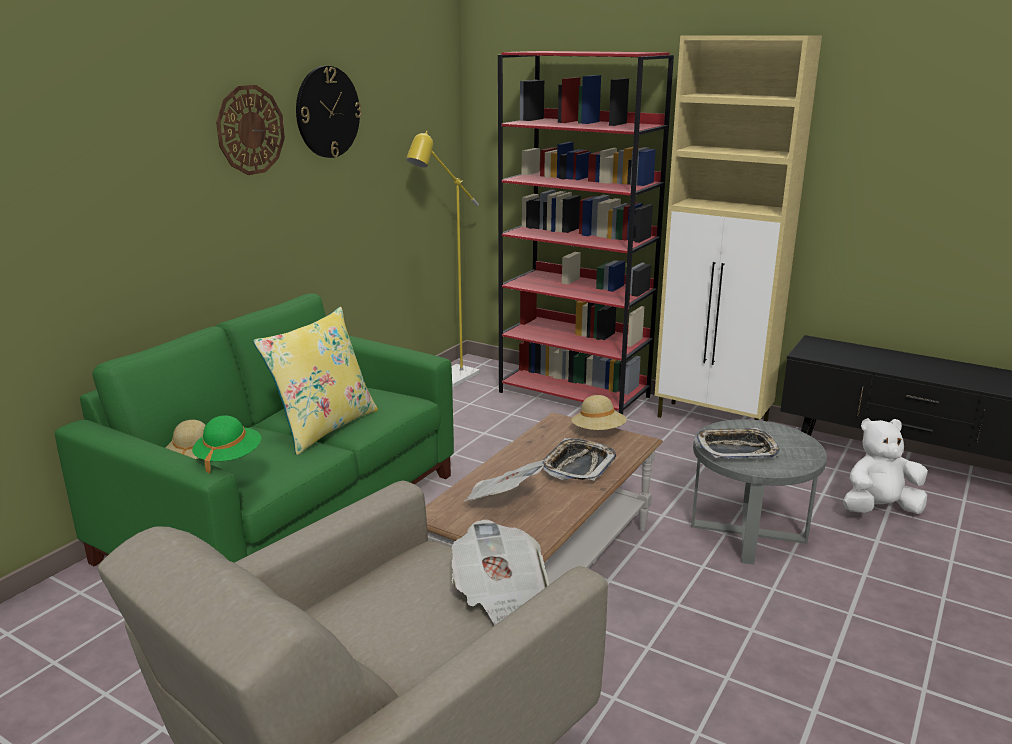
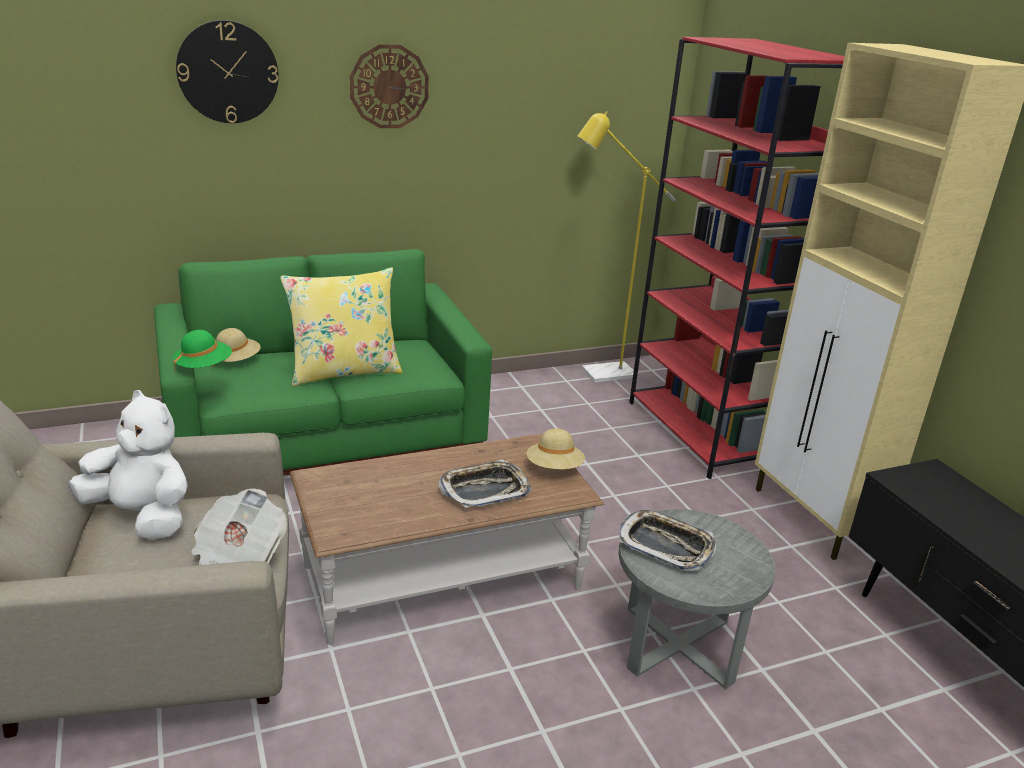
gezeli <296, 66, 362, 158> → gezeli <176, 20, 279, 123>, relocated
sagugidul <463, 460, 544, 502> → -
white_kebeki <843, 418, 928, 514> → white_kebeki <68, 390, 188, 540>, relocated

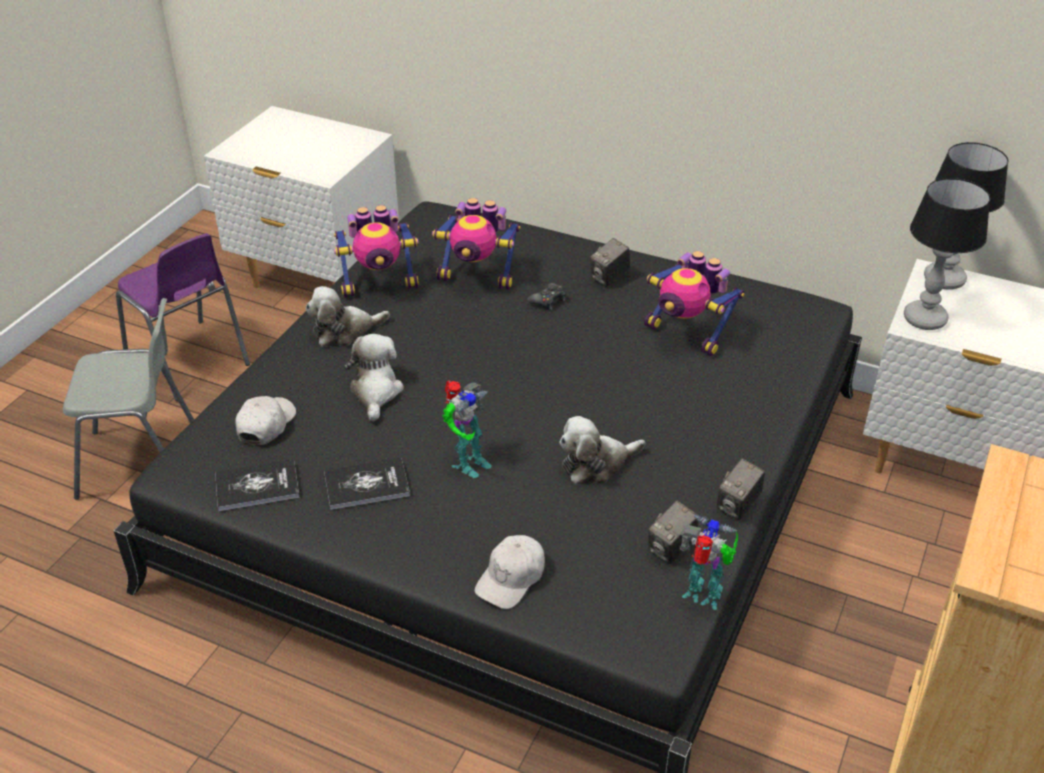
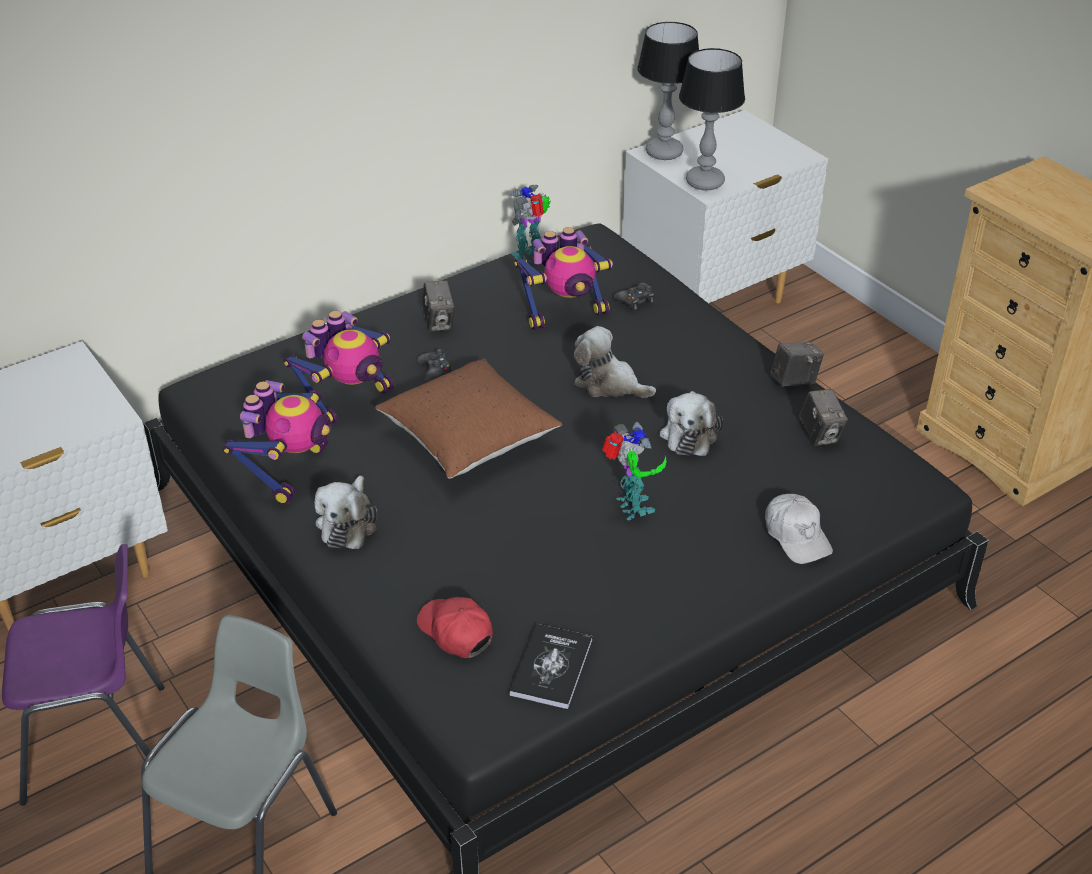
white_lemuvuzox <235, 396, 296, 445> → red_lemuvuzox <417, 597, 493, 658>
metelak <324, 458, 410, 510> → -
kebeki <344, 334, 404, 422> → kebeki <574, 326, 656, 398>, relocated
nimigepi <680, 515, 738, 610> → nimigepi <509, 184, 551, 263>, relocated
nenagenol <717, 459, 765, 520> → nenagenol <770, 342, 824, 386>, 90 degrees counterclockwise
- → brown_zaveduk <375, 358, 562, 479>
- → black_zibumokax <613, 283, 654, 310>

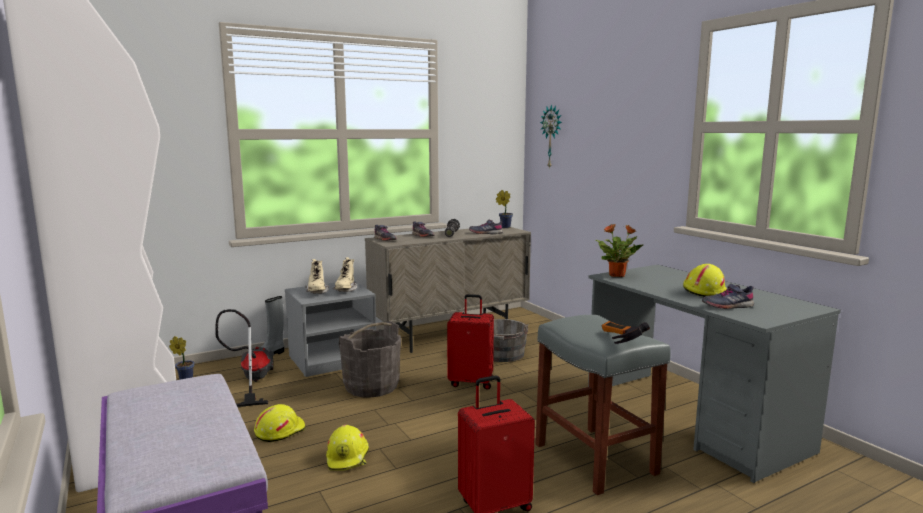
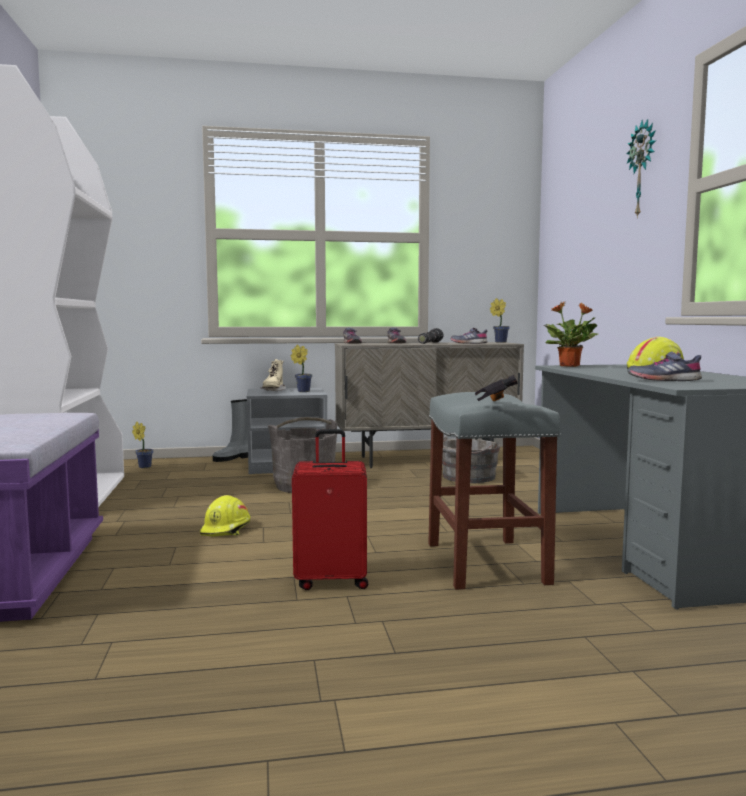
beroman <215, 309, 274, 407> → -
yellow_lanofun <254, 404, 306, 442> → -
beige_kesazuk <333, 257, 357, 292> → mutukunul <291, 345, 312, 392>
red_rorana <447, 294, 494, 390> → -
gezeli <540, 104, 562, 169> → gezeli <627, 119, 656, 218>, relocated

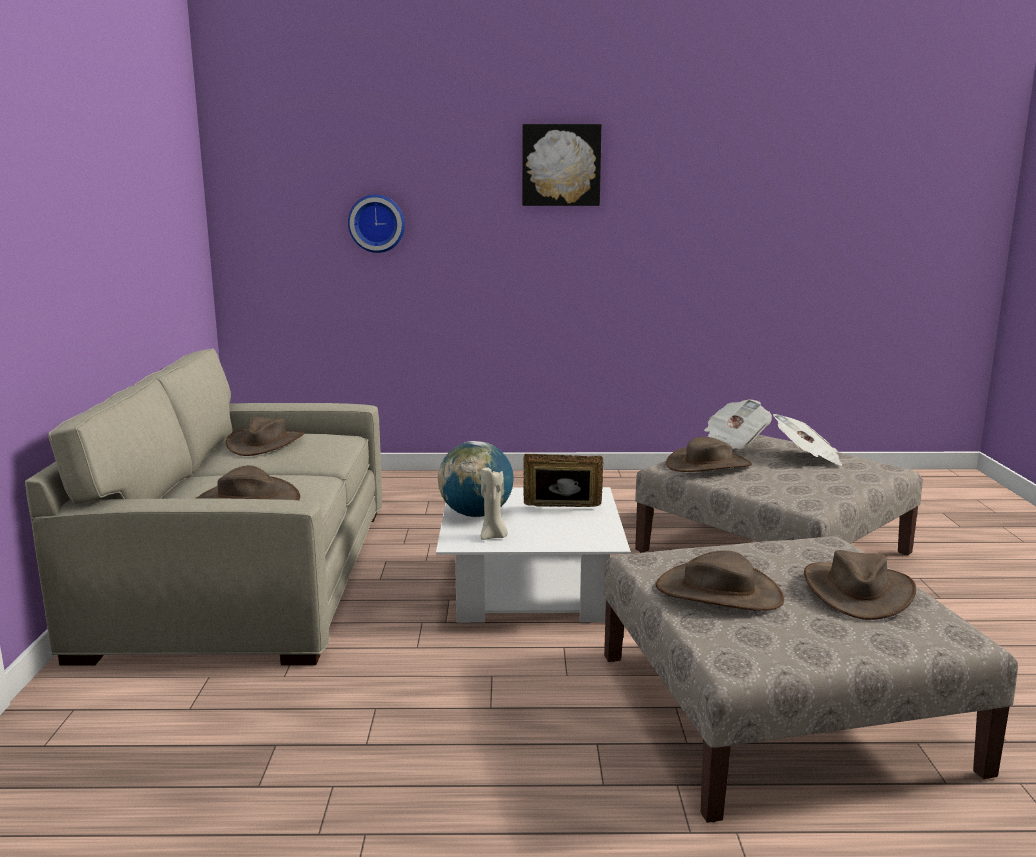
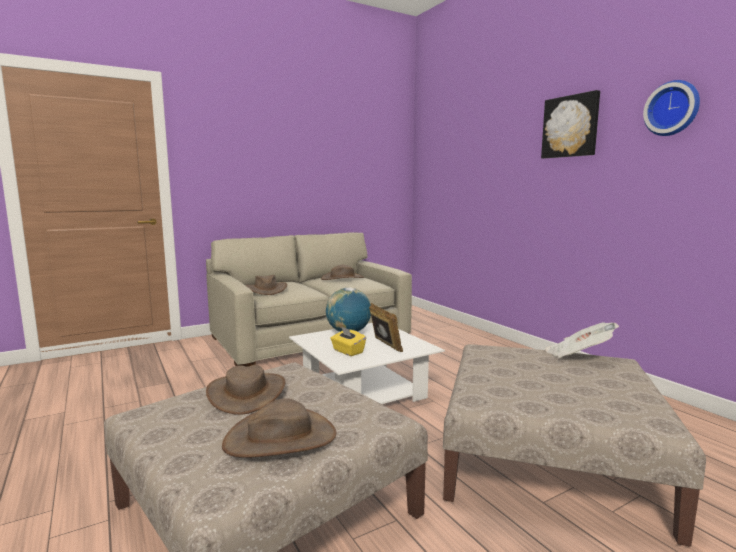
gezeli <348, 195, 405, 253> → gezeli <643, 80, 700, 136>, relocated
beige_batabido <480, 467, 508, 540> → -
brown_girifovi <666, 437, 752, 472> → -
sagugidul <773, 414, 842, 466> → -
- → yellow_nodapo <330, 326, 366, 356>

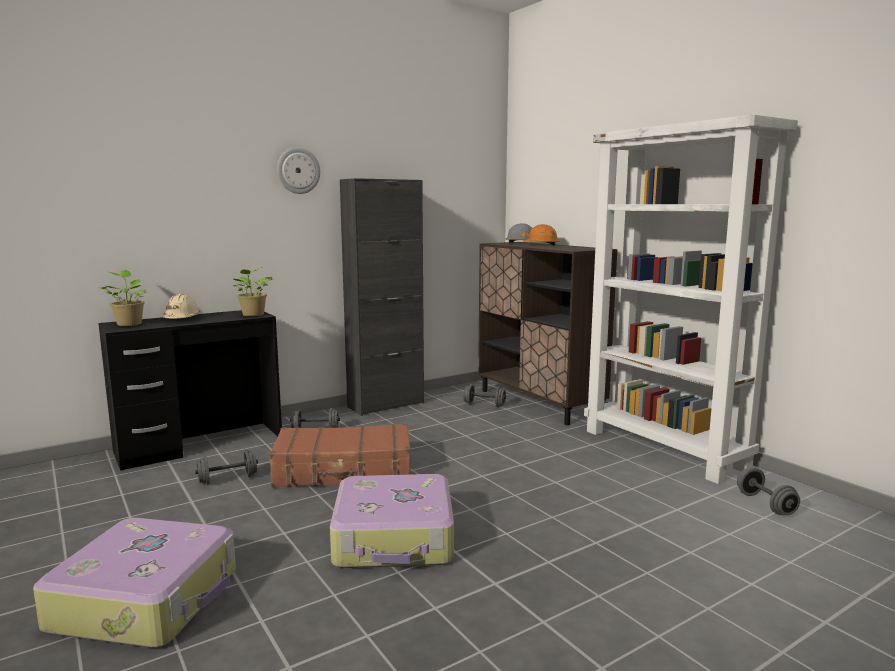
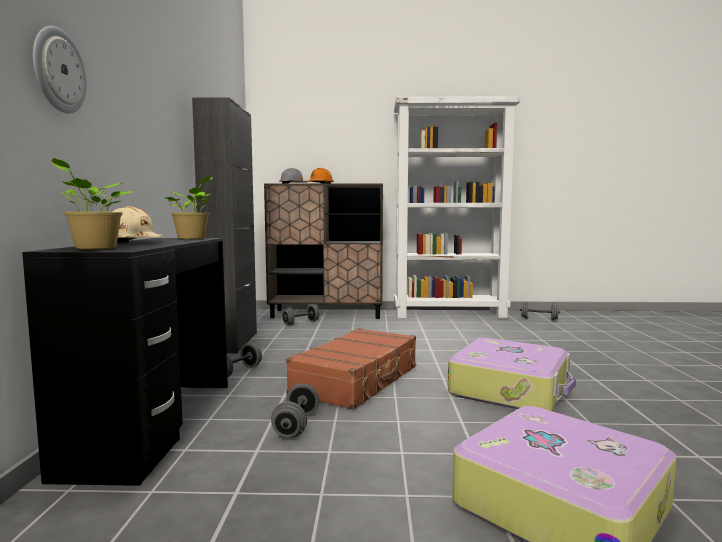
gezeli <277, 147, 320, 194> → gezeli <33, 26, 87, 114>, relocated

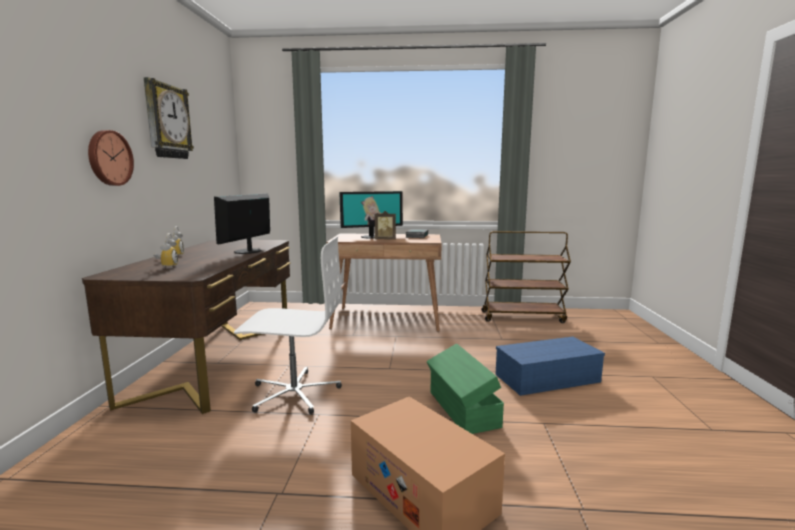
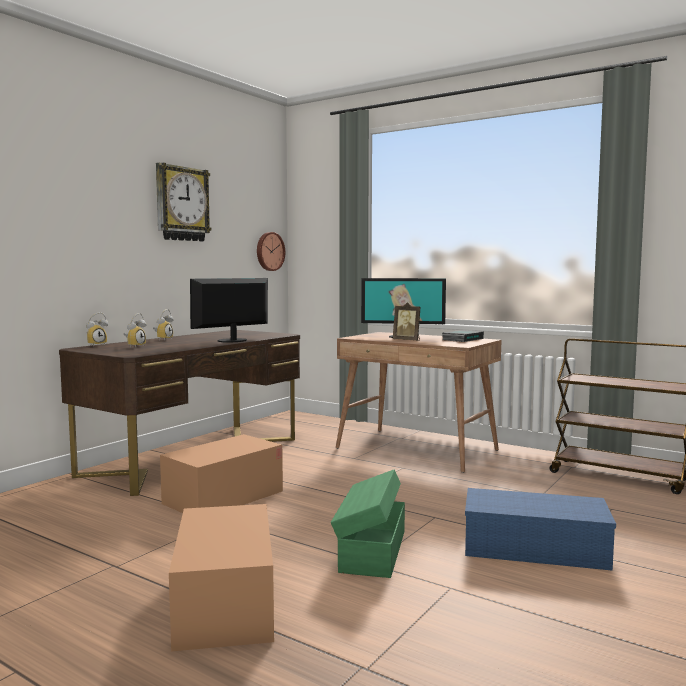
gezeli <88, 130, 134, 186> → gezeli <257, 232, 285, 271>, relocated
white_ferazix <234, 236, 342, 414> → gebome <160, 434, 283, 513>
- → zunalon <86, 312, 108, 346>

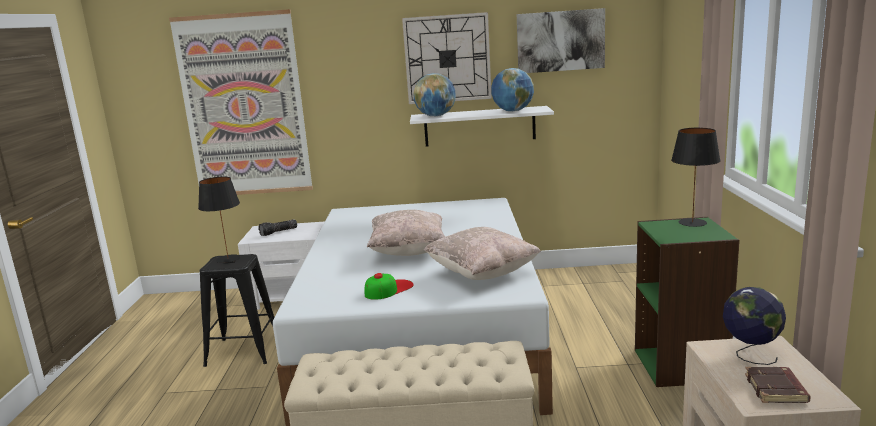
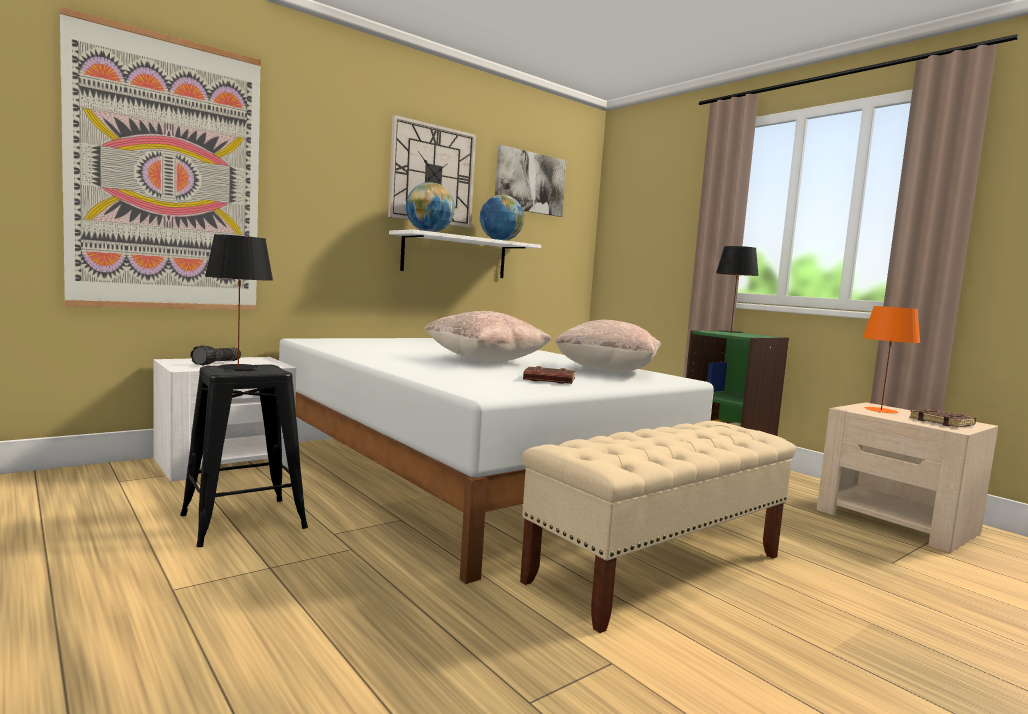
lemuvuzox <365, 273, 414, 300> → brown_metelak <523, 366, 575, 384>
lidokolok <723, 287, 786, 365> → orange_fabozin <862, 306, 921, 413>

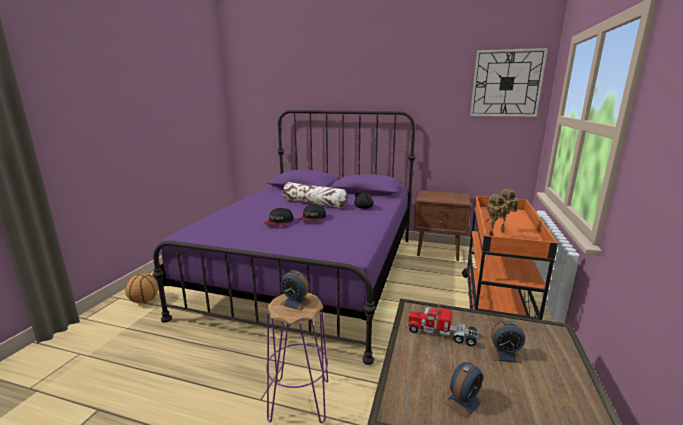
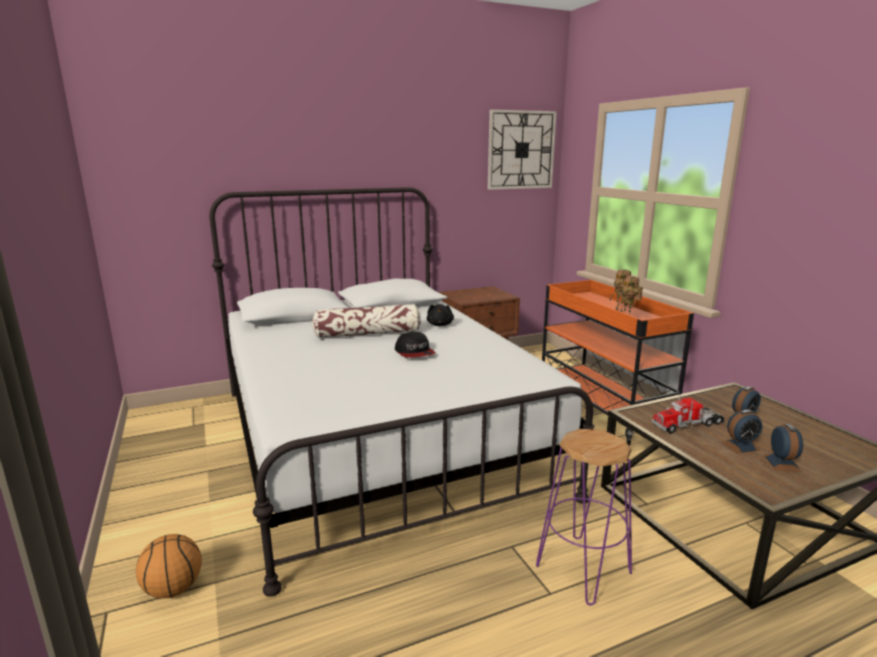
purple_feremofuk <153, 110, 415, 365> → white_feremofuk <209, 187, 594, 597>
lemuvuzox <264, 208, 293, 226> → -
zunalon <280, 270, 311, 311> → zunalon <721, 410, 762, 453>, relocated

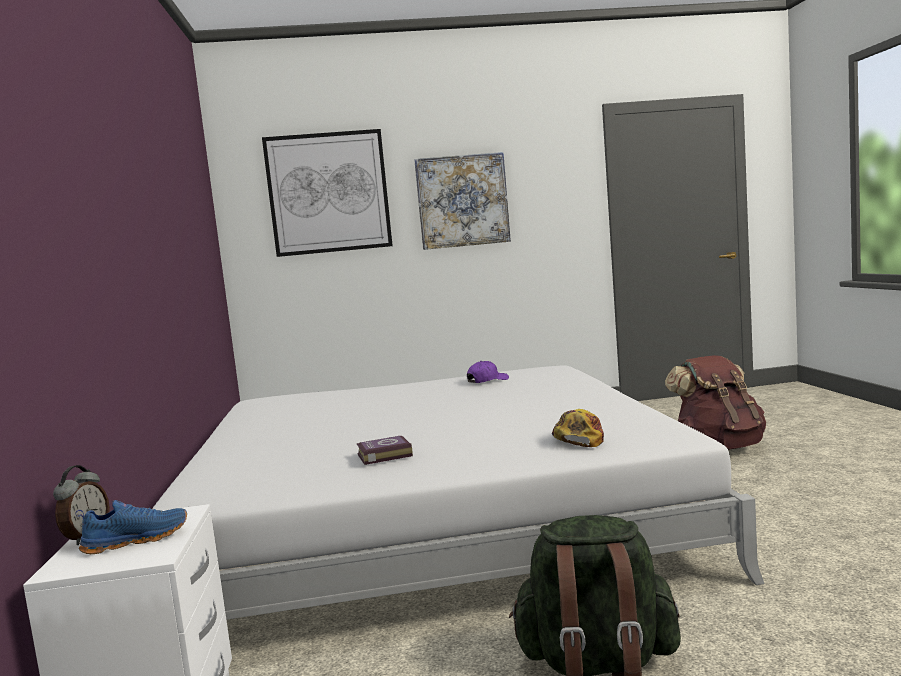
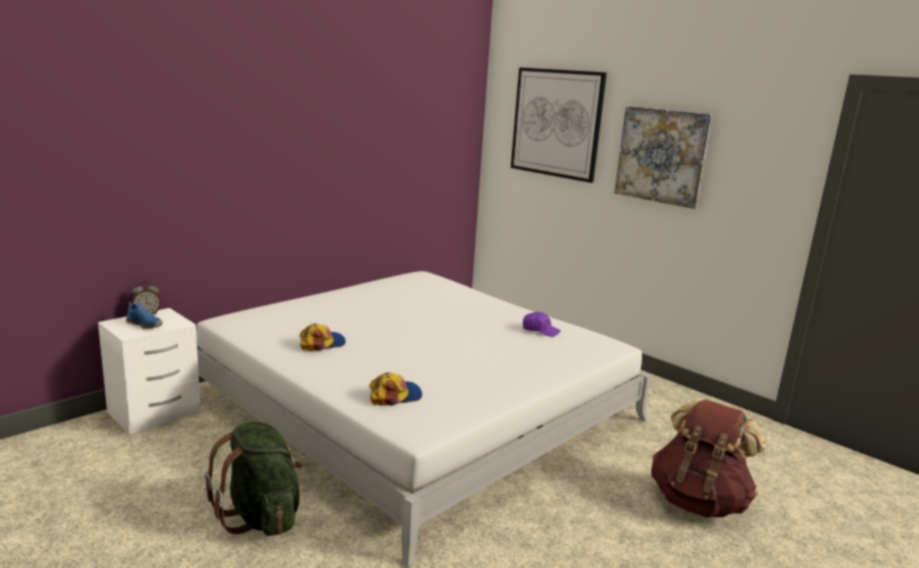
metelak <357, 436, 413, 465> → lemuvuzox <299, 323, 346, 351>

